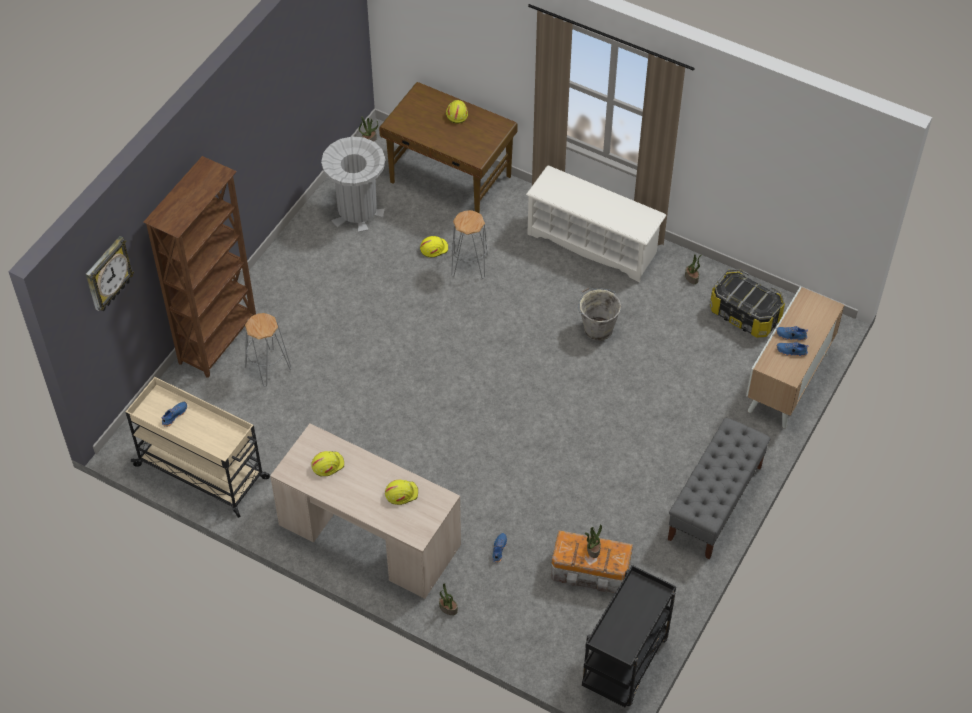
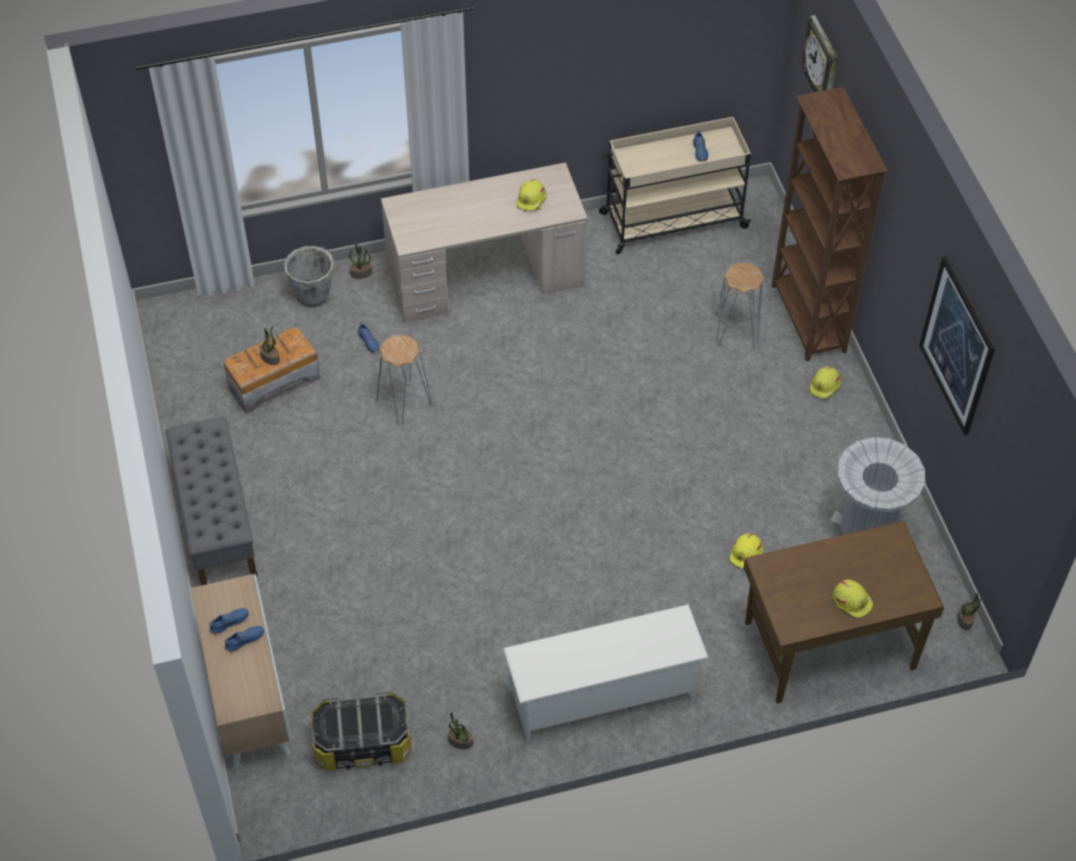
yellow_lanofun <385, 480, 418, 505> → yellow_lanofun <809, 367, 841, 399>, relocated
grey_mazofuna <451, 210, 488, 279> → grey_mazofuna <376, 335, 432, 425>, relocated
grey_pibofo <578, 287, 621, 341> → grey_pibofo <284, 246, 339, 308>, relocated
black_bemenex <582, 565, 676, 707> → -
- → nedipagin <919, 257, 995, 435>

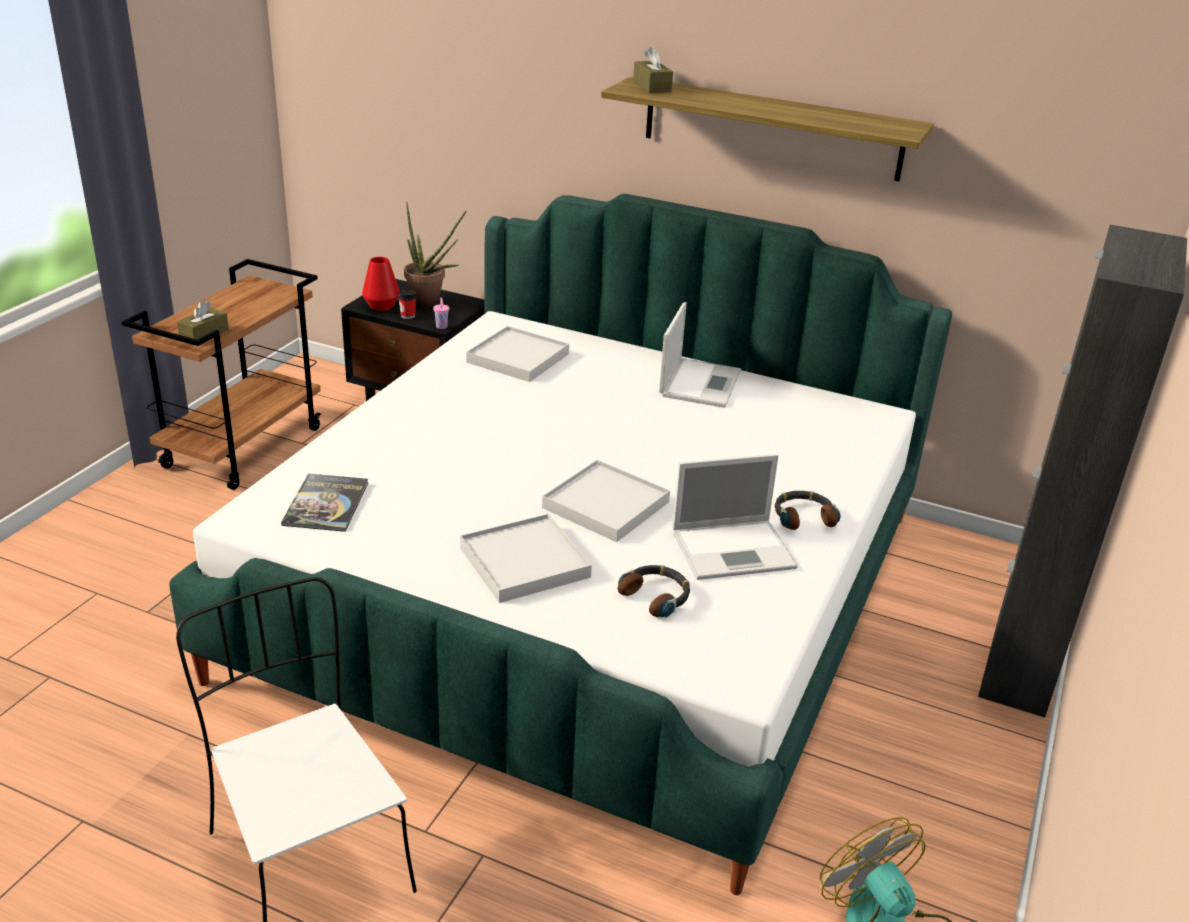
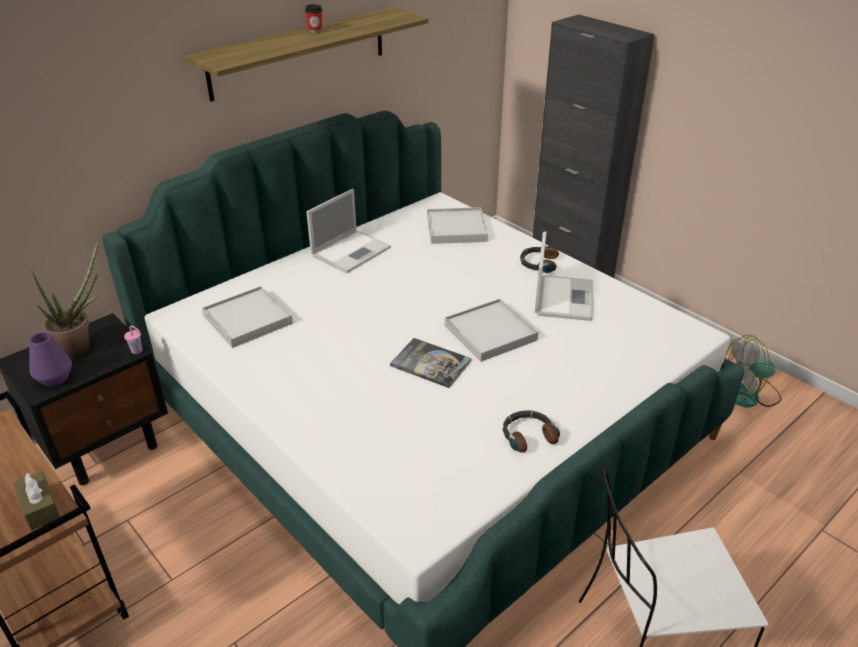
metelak <281, 474, 369, 532> → metelak <390, 338, 471, 388>, relocated
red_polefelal <362, 257, 399, 311> → purple_polefelal <29, 332, 72, 387>
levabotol <398, 289, 417, 319> → levabotol <305, 4, 322, 33>, relocated
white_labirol <460, 514, 592, 603> → white_labirol <427, 207, 488, 244>, relocated
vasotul <618, 565, 690, 618> → vasotul <503, 410, 560, 453>, relocated
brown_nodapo <633, 46, 673, 93> → -
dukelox <659, 302, 741, 408> → dukelox <307, 189, 391, 273>, 90 degrees clockwise

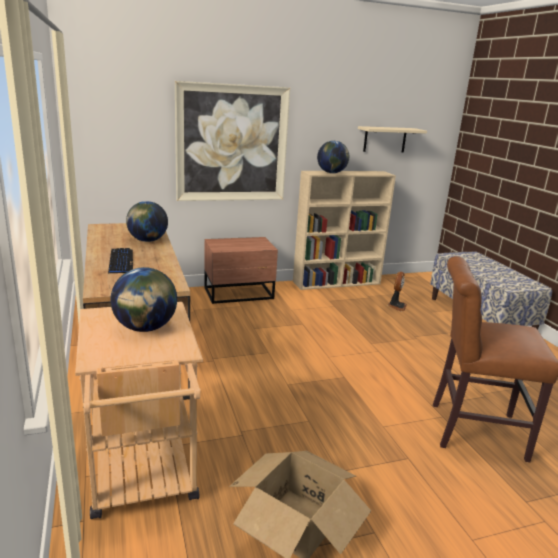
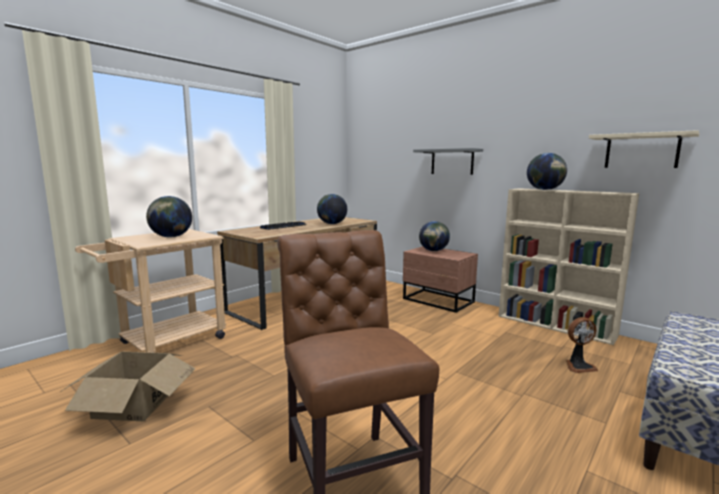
nedipagin <175, 81, 290, 201> → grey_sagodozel <413, 148, 483, 175>
- → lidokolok <419, 221, 450, 251>

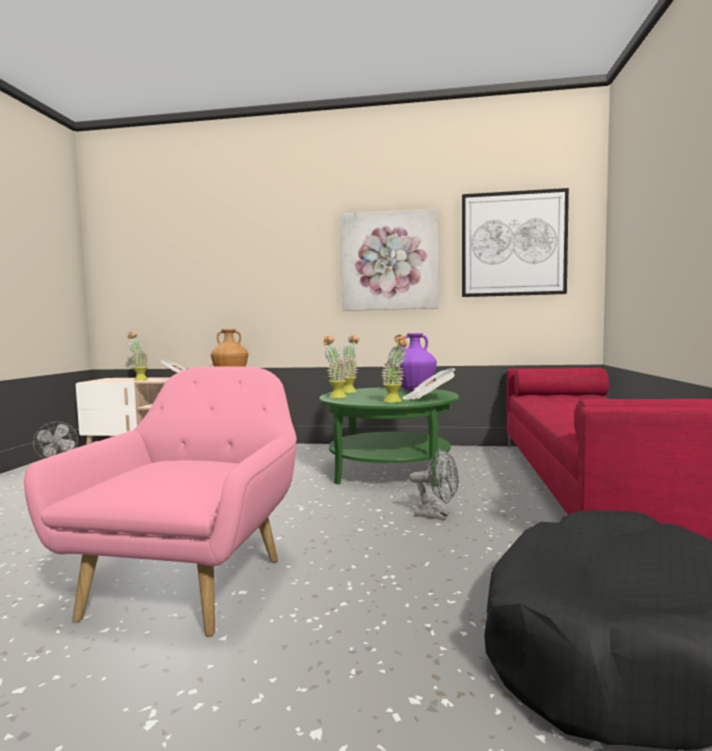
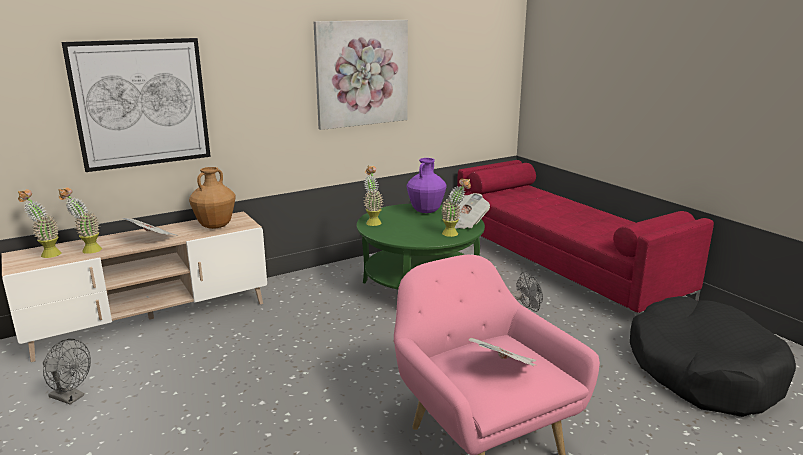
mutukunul <323, 336, 349, 398> → mutukunul <18, 189, 62, 258>, relocated
nedipagin <462, 188, 569, 297> → nedipagin <61, 38, 211, 172>, relocated
- → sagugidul <469, 338, 536, 366>

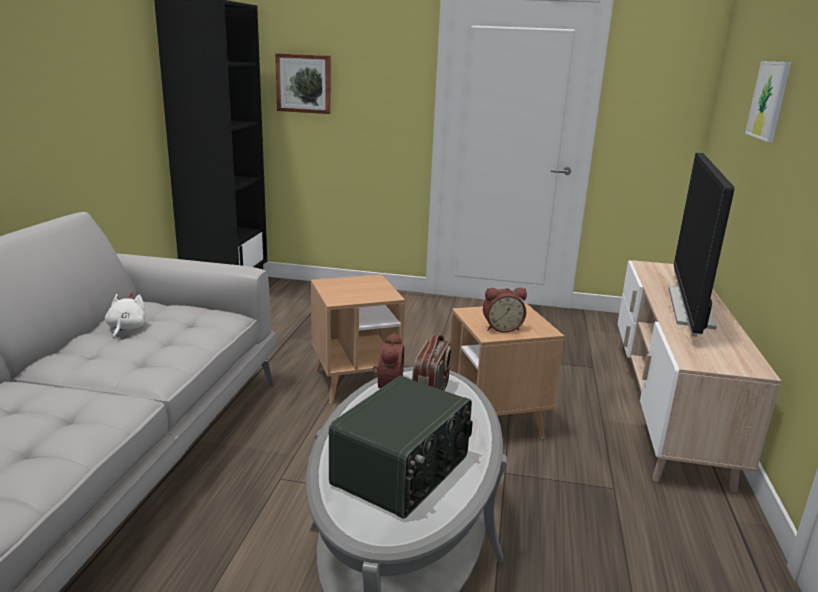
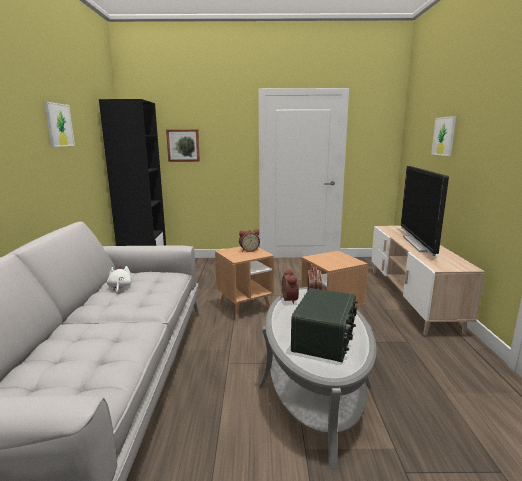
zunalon <483, 288, 527, 333> → zunalon <239, 229, 260, 252>, relocated
- → nedipagin <45, 101, 75, 147>

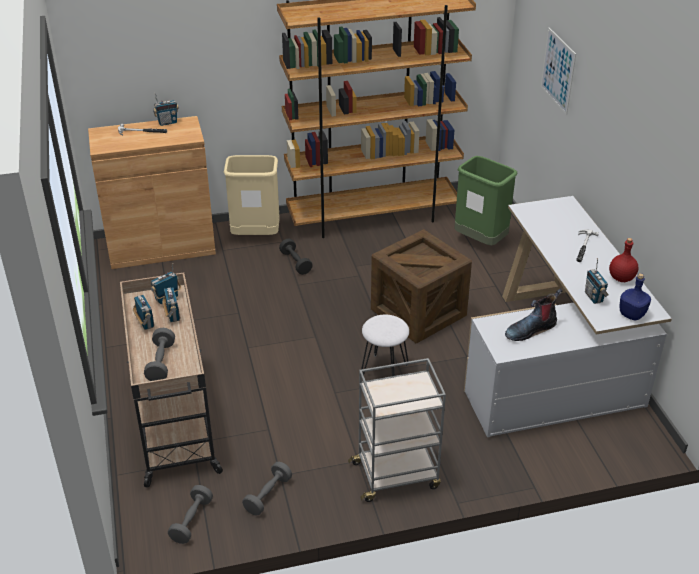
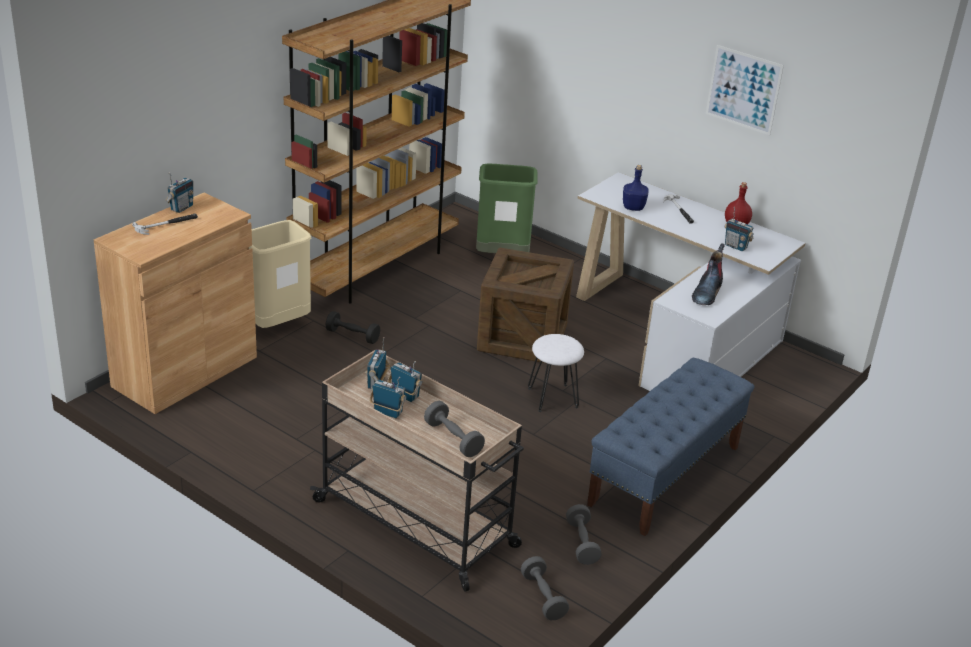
grey_bemenex <348, 358, 446, 502> → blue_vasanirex <587, 358, 754, 536>
nedipagin <541, 28, 576, 115> → nedipagin <706, 45, 784, 135>, relocated
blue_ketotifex <619, 273, 651, 320> → blue_ketotifex <623, 165, 649, 211>, relocated

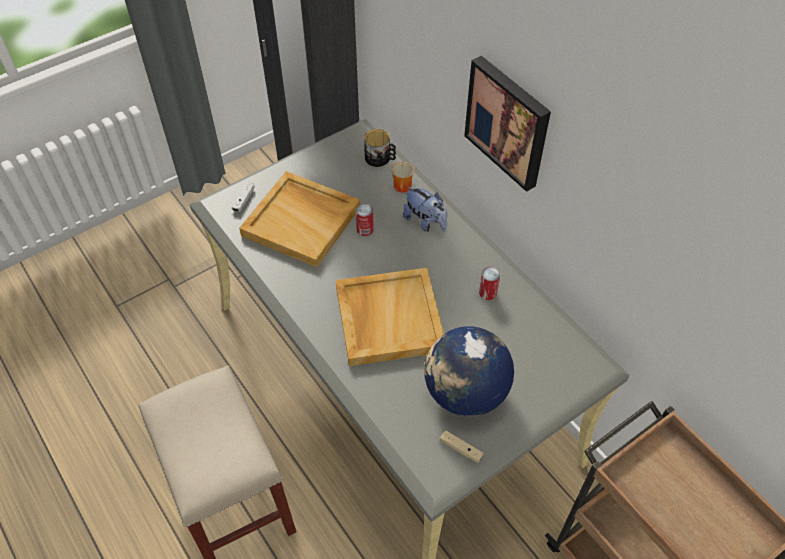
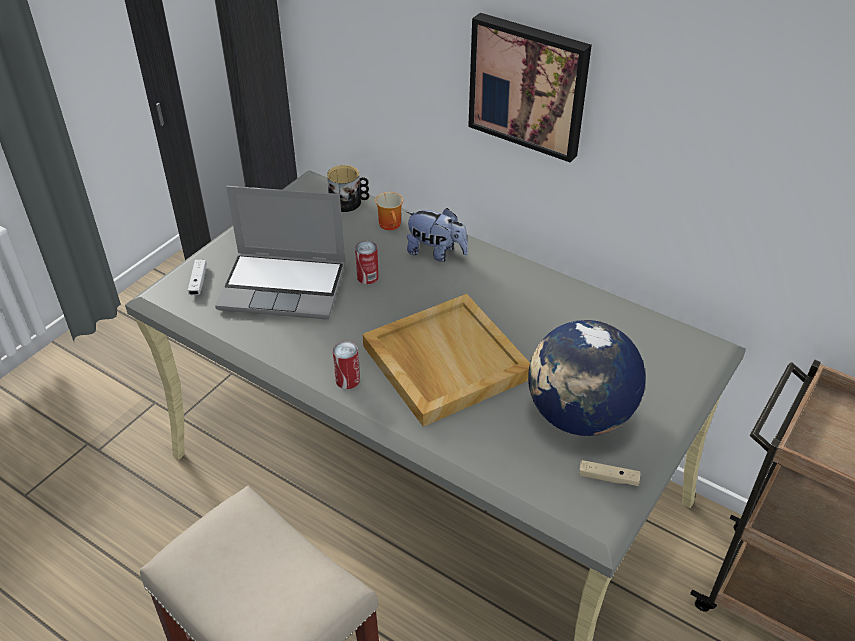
beige_labirol <239, 171, 360, 268> → dukelox <215, 186, 346, 319>
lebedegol <479, 267, 500, 300> → lebedegol <333, 341, 360, 389>, relocated

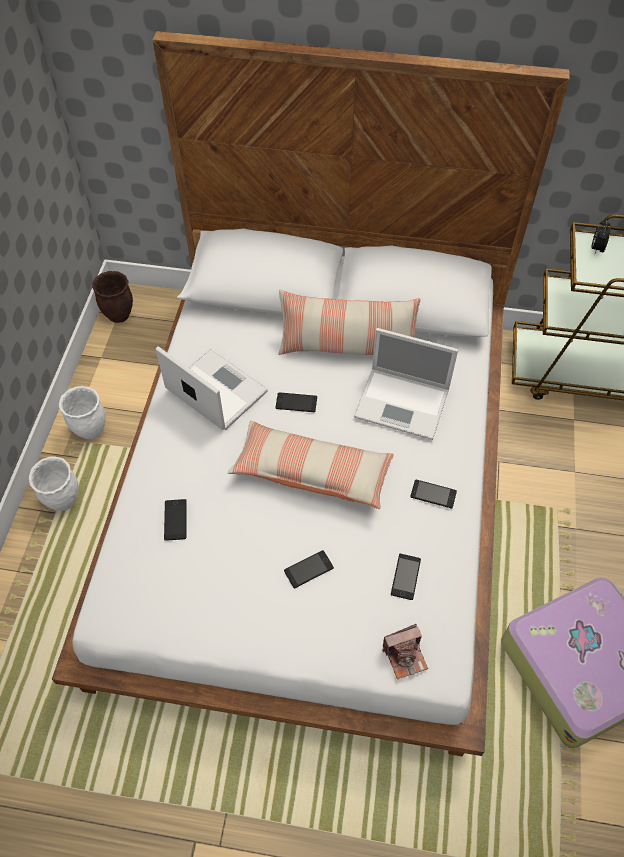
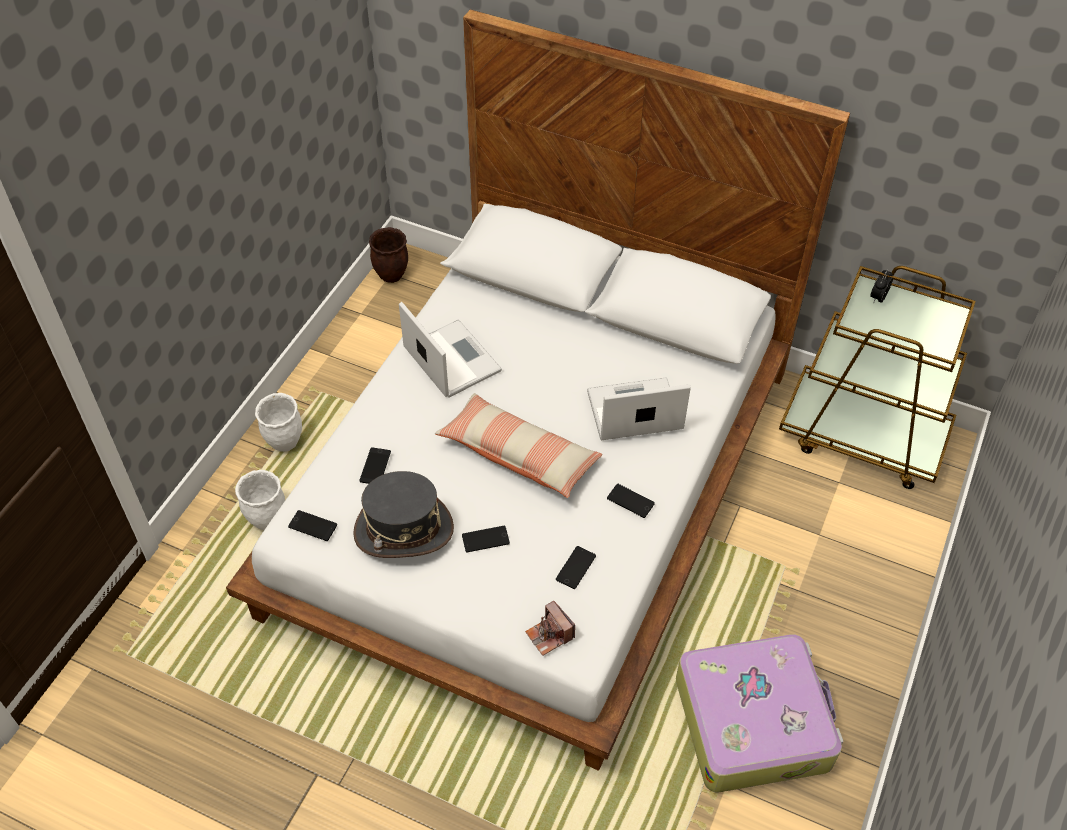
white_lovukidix <59, 386, 106, 439> → white_lovukidix <235, 470, 285, 530>, relocated
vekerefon <276, 392, 317, 412> → vekerefon <288, 510, 337, 541>, relocated
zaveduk <278, 290, 420, 355> → -
dukelox <354, 328, 458, 440> → dukelox <587, 377, 691, 440>, 135 degrees clockwise
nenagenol <382, 624, 428, 679> → nenagenol <525, 601, 575, 656>, 60 degrees clockwise
- → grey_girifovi <353, 471, 454, 558>

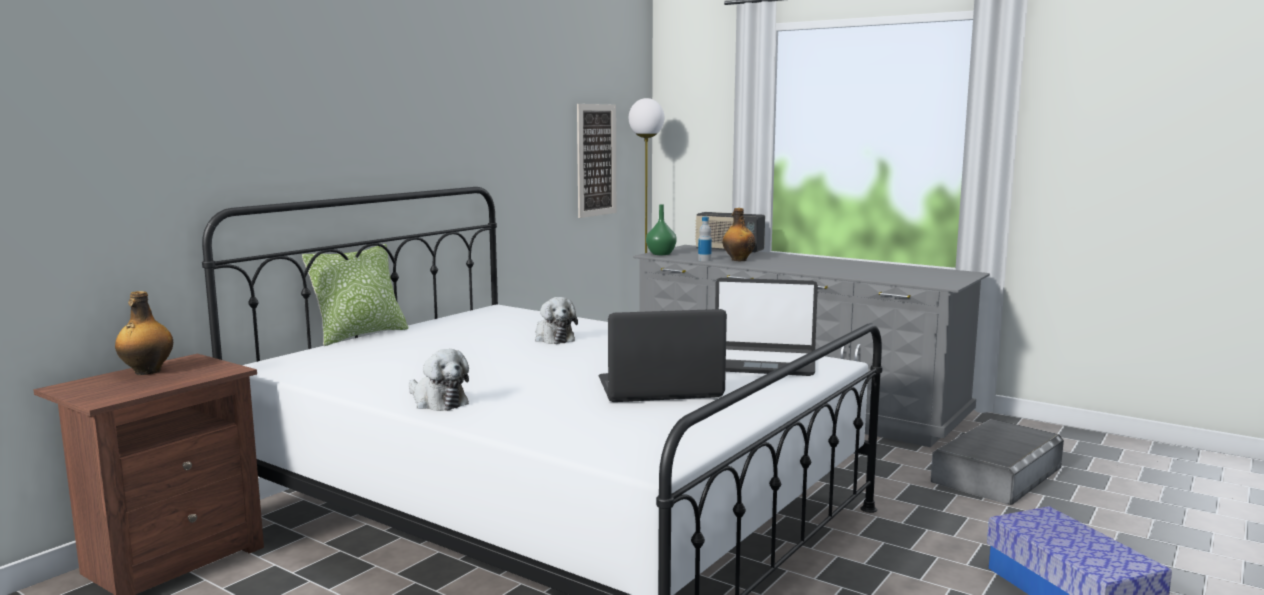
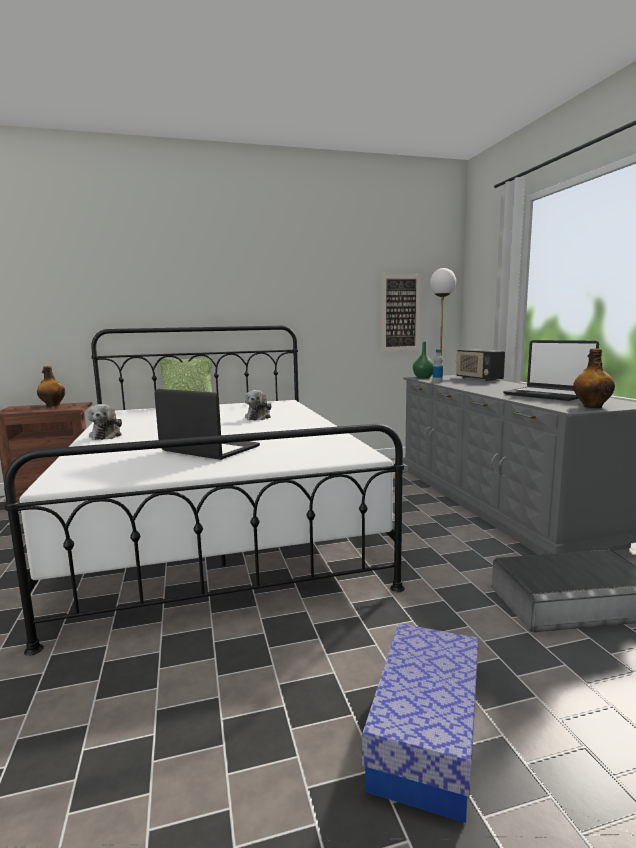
dukelox <715, 278, 818, 376> → dukelox <503, 340, 599, 401>, relocated
ketotifex <722, 208, 756, 261> → ketotifex <573, 348, 615, 408>, relocated

